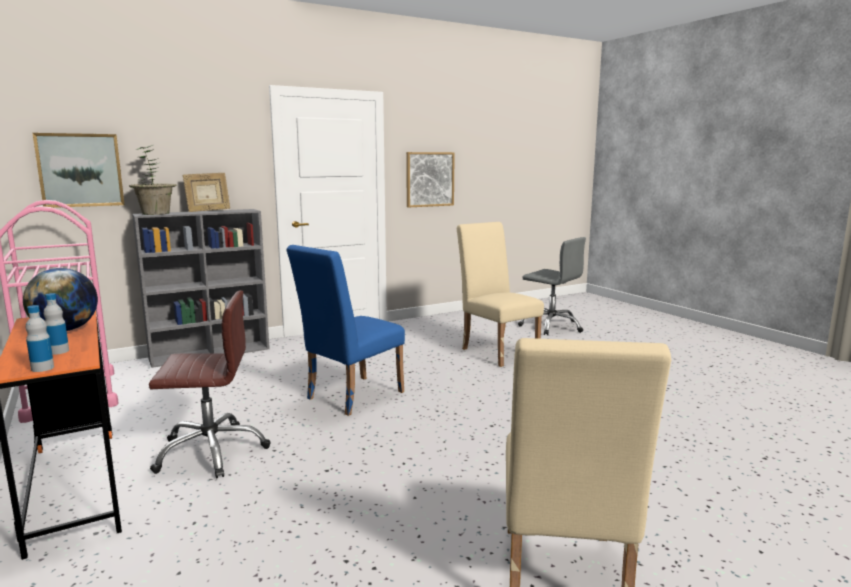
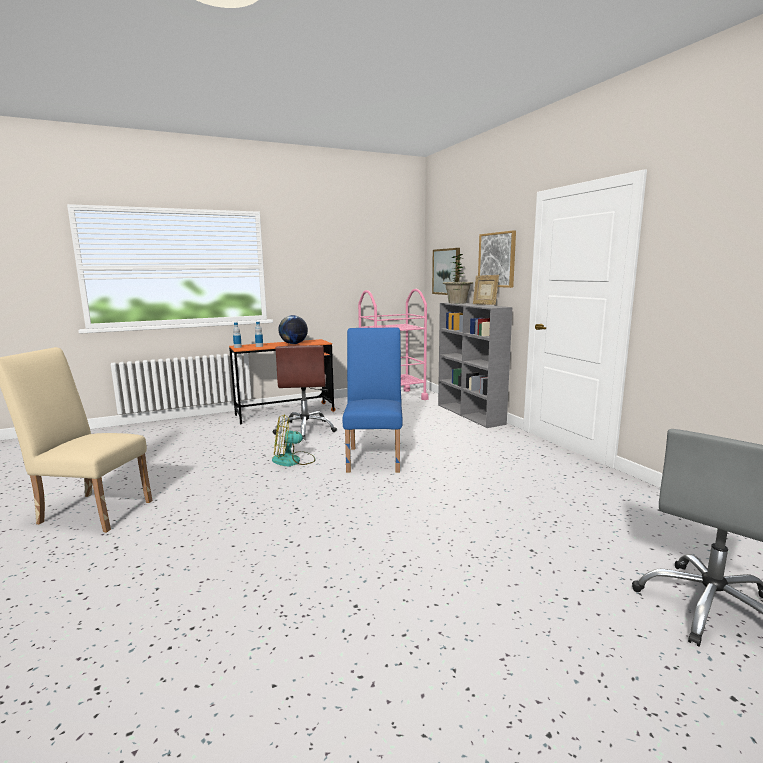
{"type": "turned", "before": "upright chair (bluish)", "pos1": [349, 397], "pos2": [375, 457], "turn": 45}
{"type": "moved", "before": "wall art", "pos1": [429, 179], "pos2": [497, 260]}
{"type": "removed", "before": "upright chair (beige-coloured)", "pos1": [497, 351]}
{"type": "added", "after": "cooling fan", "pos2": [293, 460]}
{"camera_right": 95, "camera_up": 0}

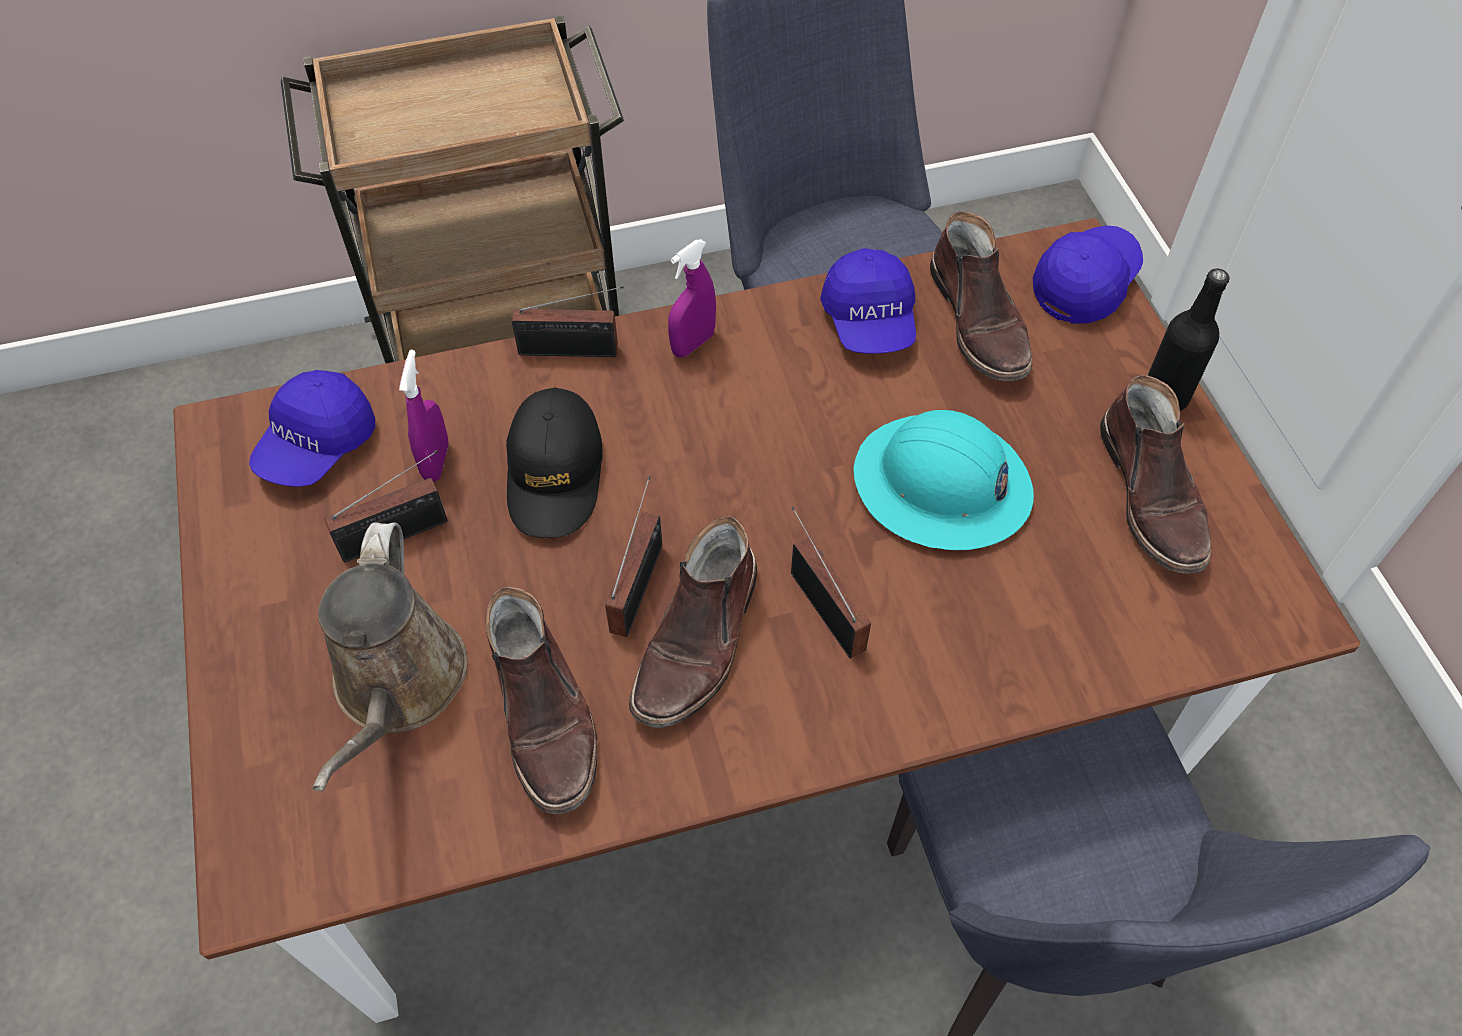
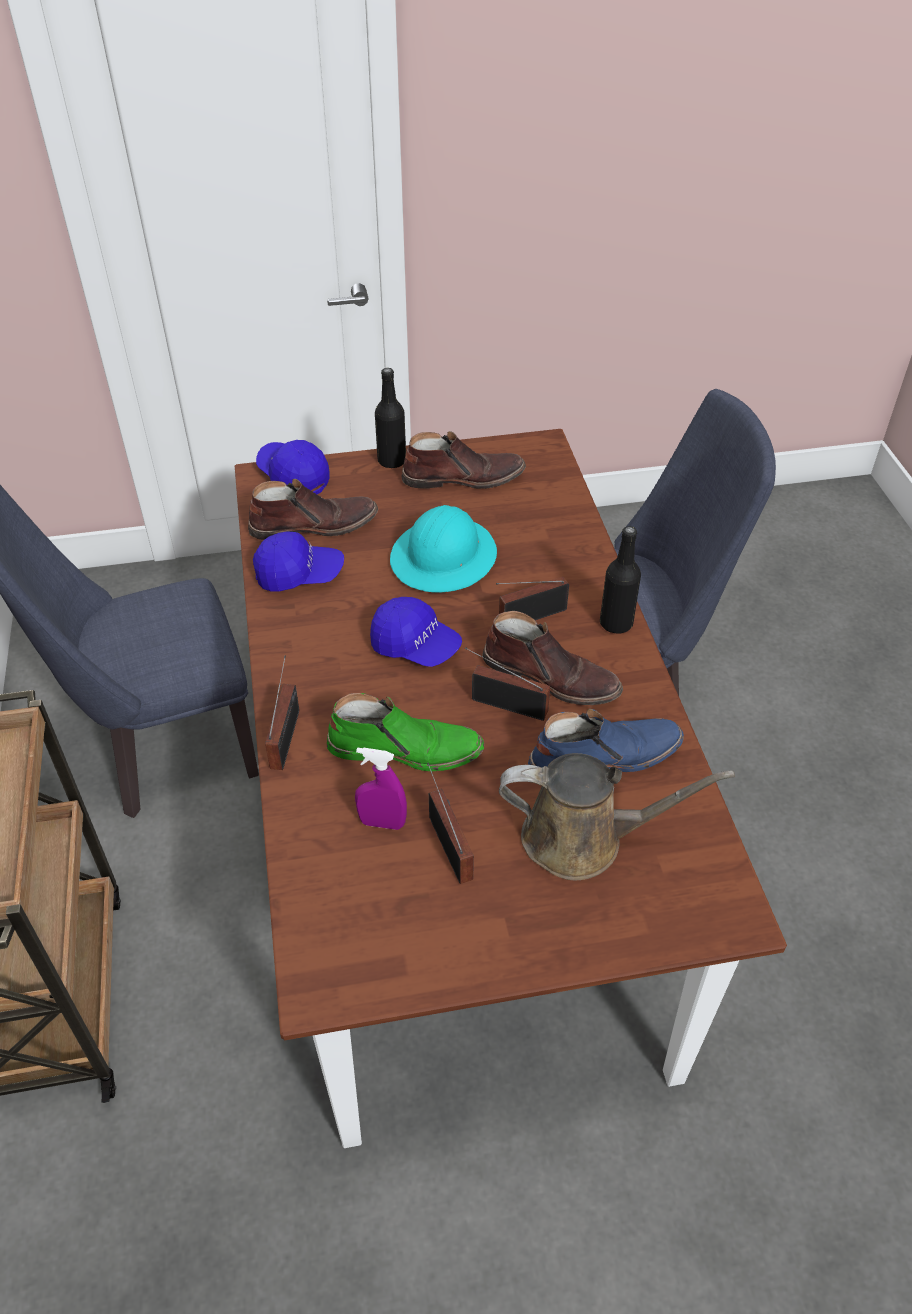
{"type": "moved", "before": "peaked cap (bluish)", "pos1": [317, 445], "pos2": [415, 646]}
{"type": "recoloured", "before": "high-top boot (brown)", "after": "high-top boot (bluish)", "pos1": [545, 713], "pos2": [603, 755]}
{"type": "replaced", "before": "peaked cap (black-coloured)", "after": "high-top boot (greenish)", "pos1": [555, 473], "pos2": [405, 748]}
{"type": "removed", "before": "spray bottle (purplish)", "pos1": [693, 344]}
{"type": "added", "after": "bottle (black-coloured)", "pos2": [616, 623]}
{"camera_right": -85, "camera_up": -10}

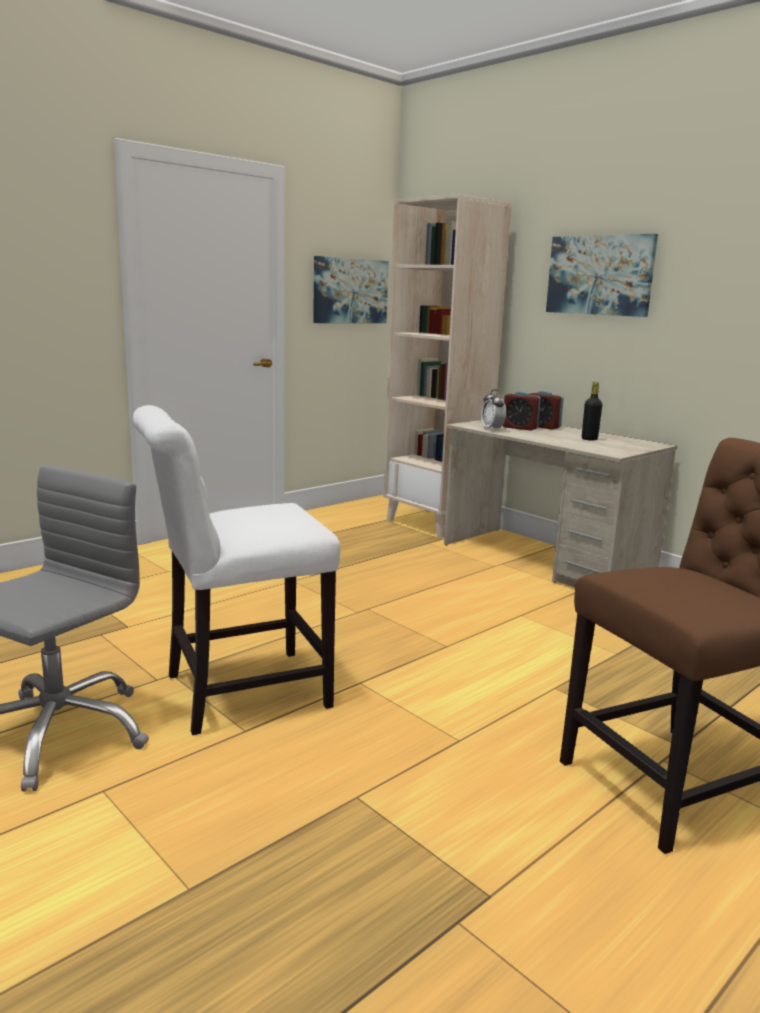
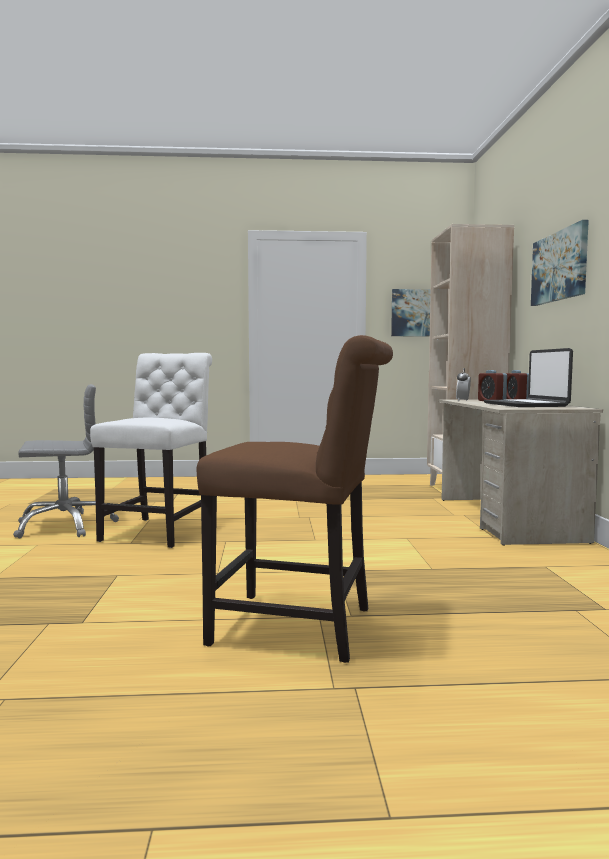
{"type": "turned", "before": "upright chair (white-coloured)", "pos1": [238, 692], "pos2": [160, 531], "turn": 90}
{"type": "replaced", "before": "bottle (black-coloured)", "after": "notebook computer", "pos1": [589, 439], "pos2": [525, 405]}
{"camera_right": 40, "camera_up": -10}

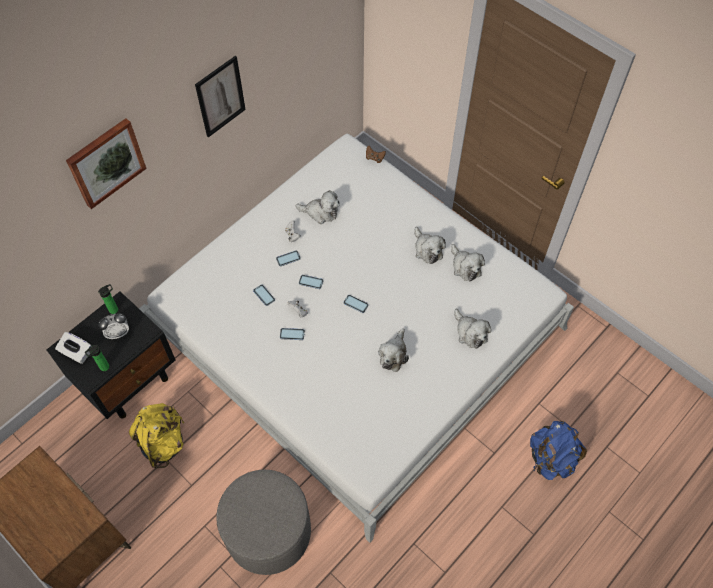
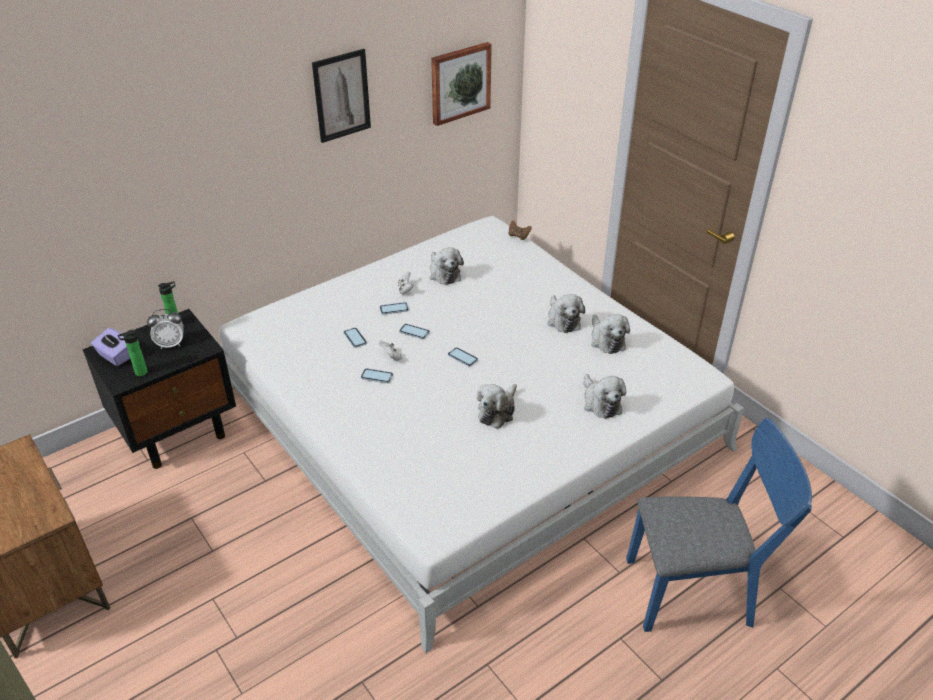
{"type": "recoloured", "before": "box of tissues (white-coloured)", "after": "box of tissues (purplish)", "pos1": [77, 353], "pos2": [115, 356]}
{"type": "moved", "before": "wall art", "pos1": [106, 162], "pos2": [460, 83]}
{"type": "removed", "before": "knapsack (yellow-coloured)", "pos1": [163, 442]}
{"type": "removed", "before": "footrest (gray)", "pos1": [268, 531]}
{"type": "turned", "before": "soft toy", "pos1": [321, 212], "pos2": [444, 273], "turn": 45}
{"type": "replaced", "before": "knapsack (bluish)", "after": "upright chair (bluish)", "pos1": [551, 458], "pos2": [698, 590]}
{"camera_right": 10, "camera_up": -20}

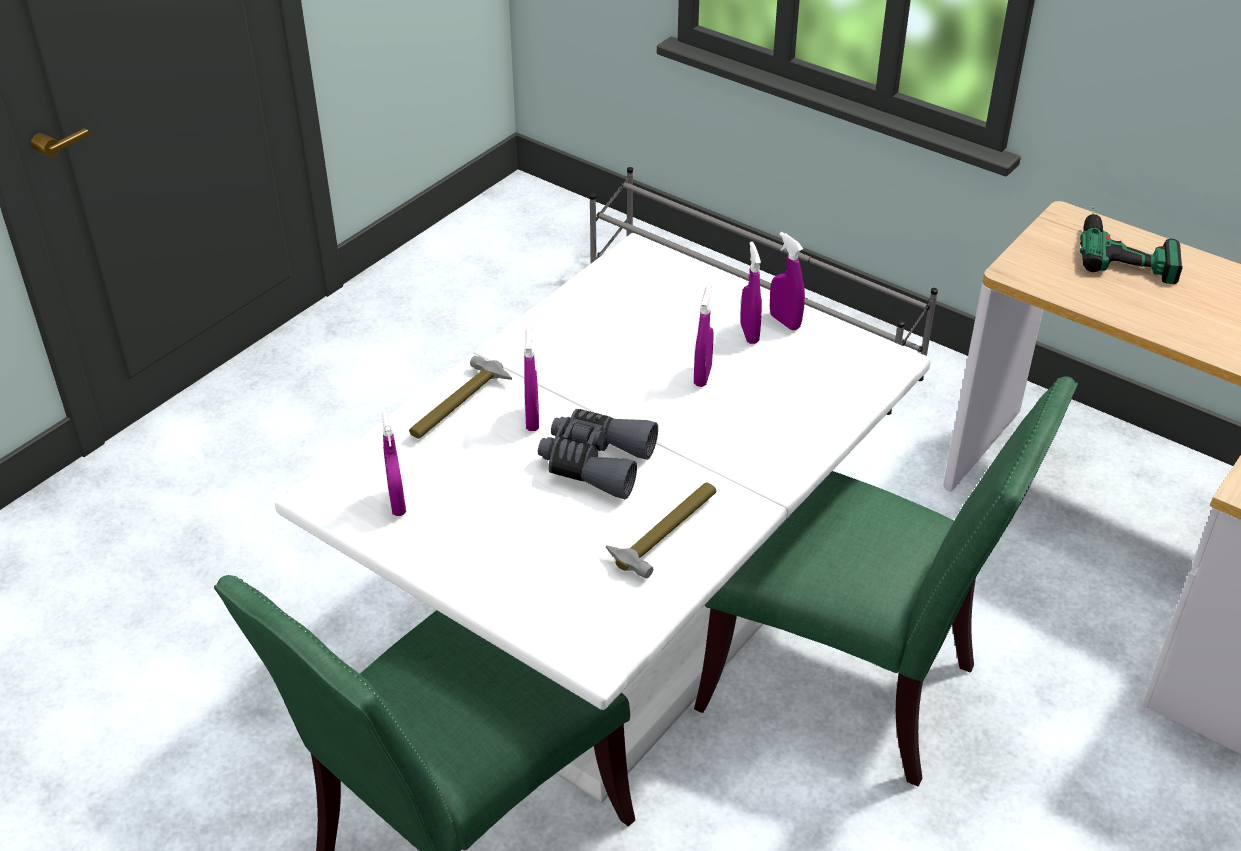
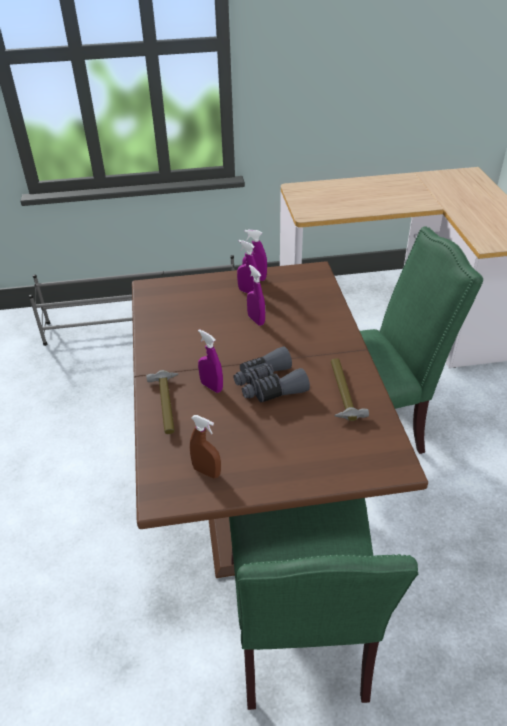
{"type": "recoloured", "before": "kitchen table (white-coloured)", "after": "kitchen table (brown)", "pos1": [620, 647], "pos2": [256, 489]}
{"type": "recoloured", "before": "spray bottle (purplish)", "after": "spray bottle (brown)", "pos1": [397, 503], "pos2": [206, 471]}
{"type": "removed", "before": "drill", "pos1": [1126, 248]}
{"camera_right": -45, "camera_up": 0}

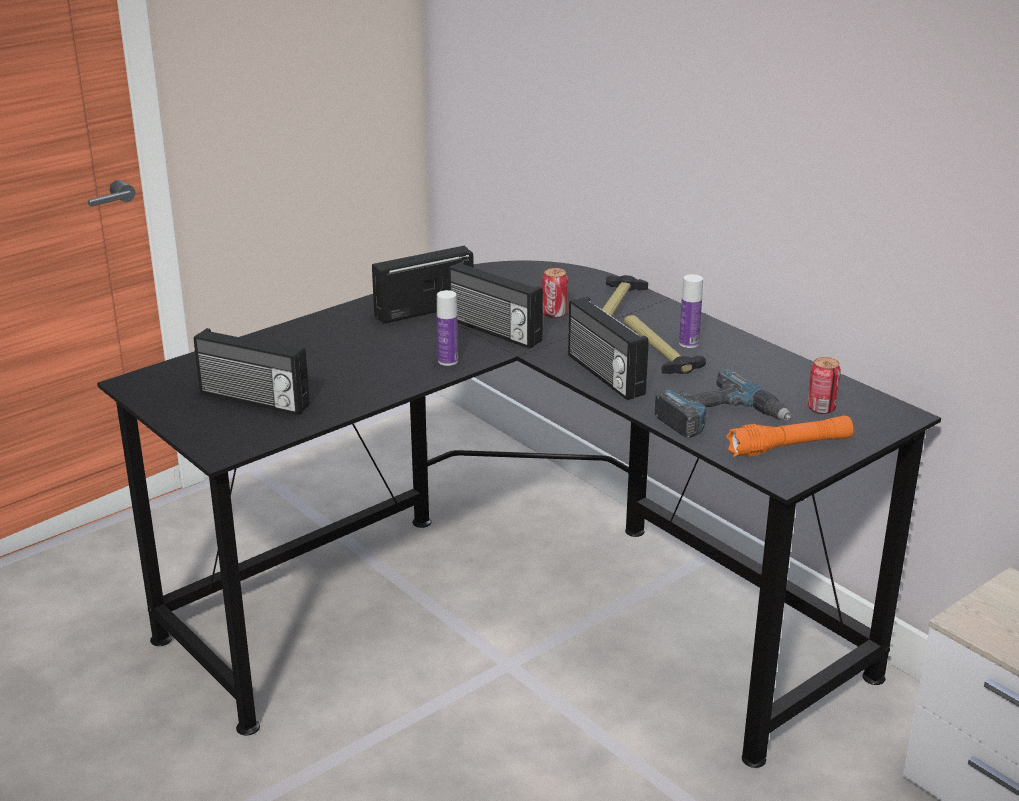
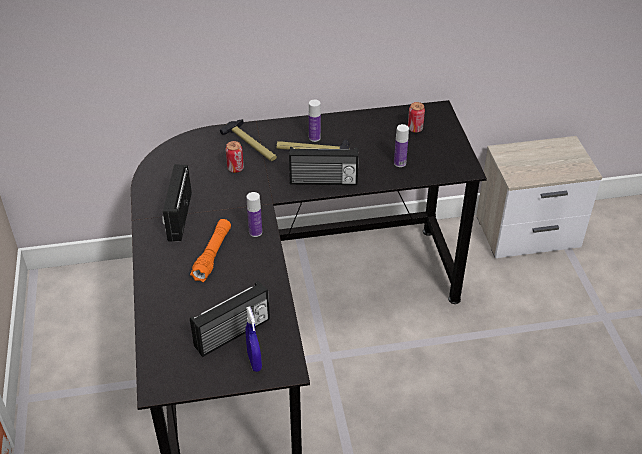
{"type": "removed", "before": "radio receiver", "pos1": [493, 331]}
{"type": "replaced", "before": "drill", "after": "bottle", "pos1": [720, 418], "pos2": [400, 163]}
{"type": "moved", "before": "hand torch (orange)", "pos1": [789, 447], "pos2": [212, 255]}
{"type": "added", "after": "spray bottle (bluish)", "pos2": [254, 361]}
{"camera_right": -60, "camera_up": 15}

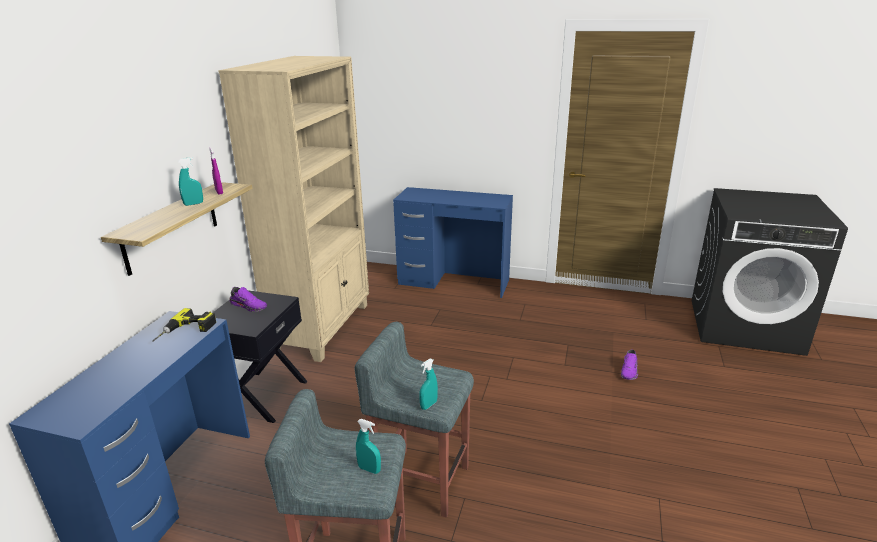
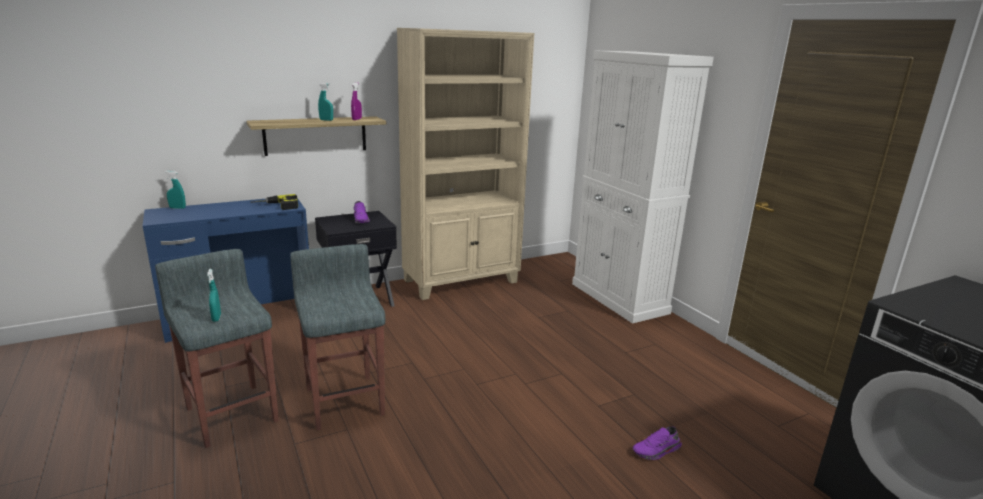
{"type": "replaced", "before": "desk unit (bluish)", "after": "cabinet (white-coloured)", "pos1": [454, 282], "pos2": [619, 298]}
{"type": "moved", "before": "spray bottle (turquoise)", "pos1": [428, 405], "pos2": [177, 208]}
{"camera_right": 45, "camera_up": -5}

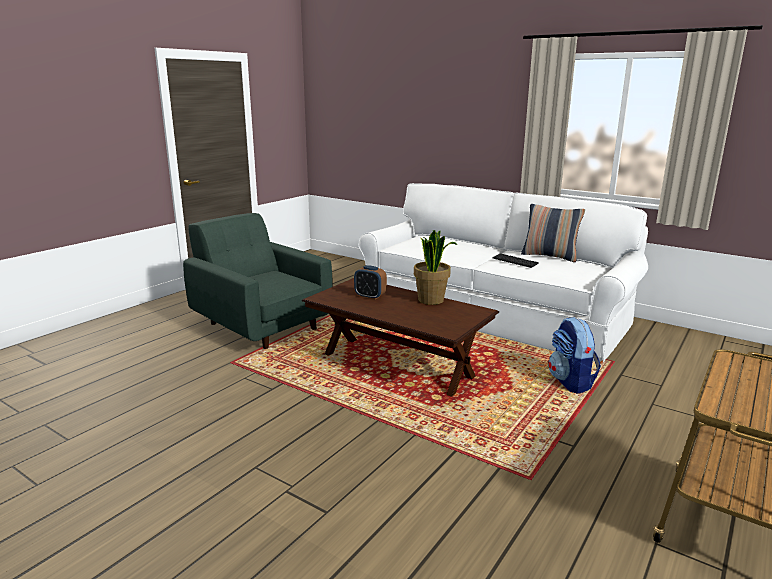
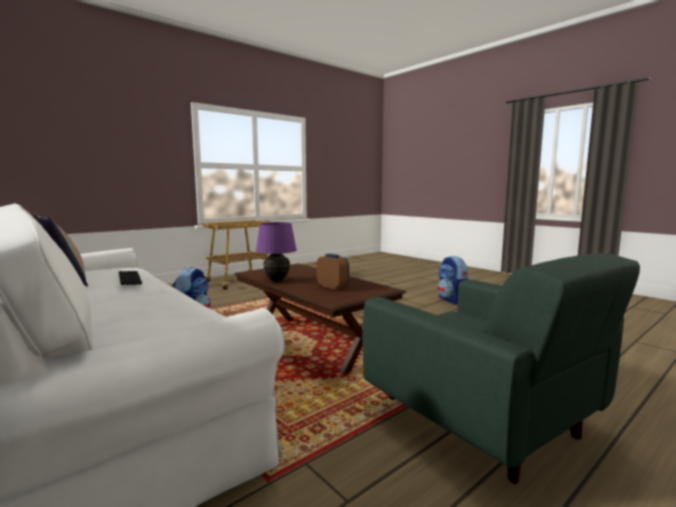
{"type": "replaced", "before": "houseplant", "after": "tabletop lamp (purplish)", "pos1": [431, 300], "pos2": [277, 280]}
{"type": "added", "after": "knapsack", "pos2": [452, 300]}
{"camera_right": -165, "camera_up": -10}

